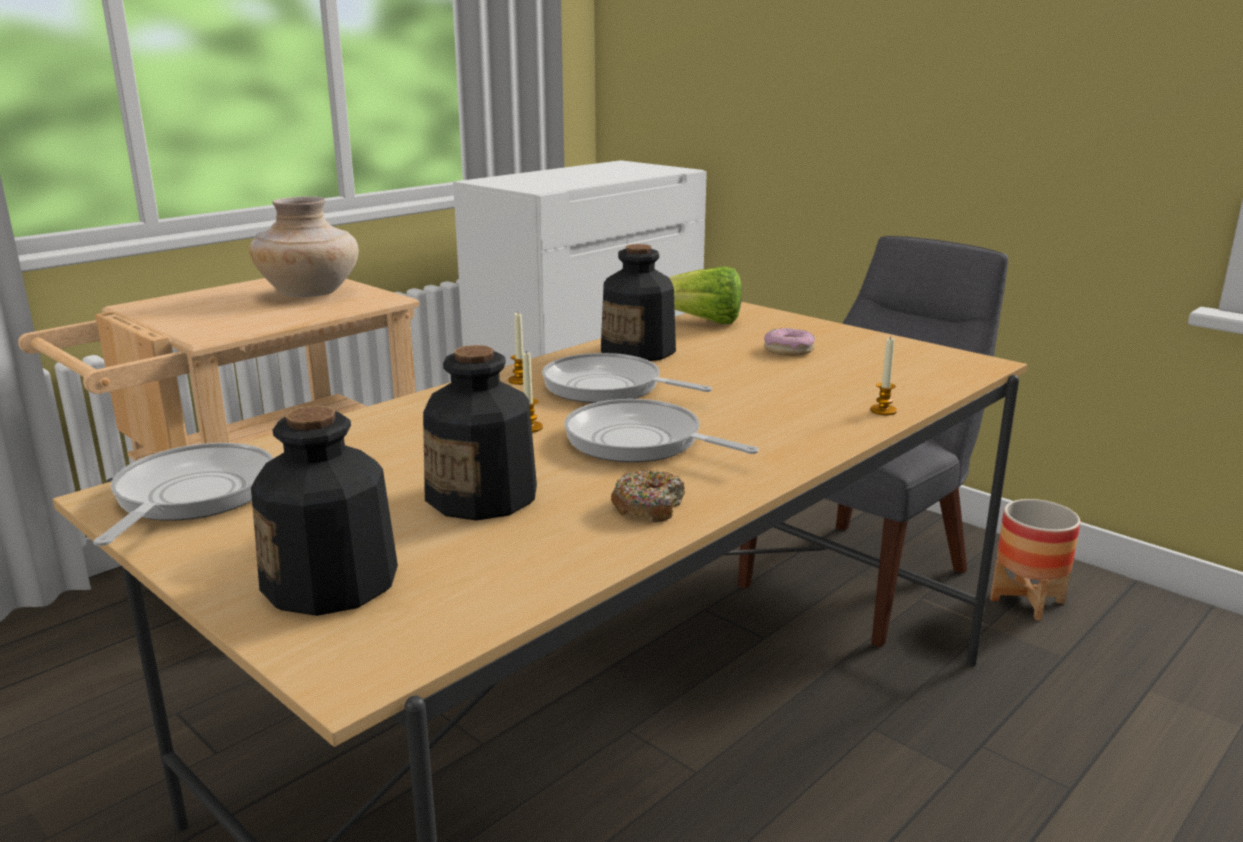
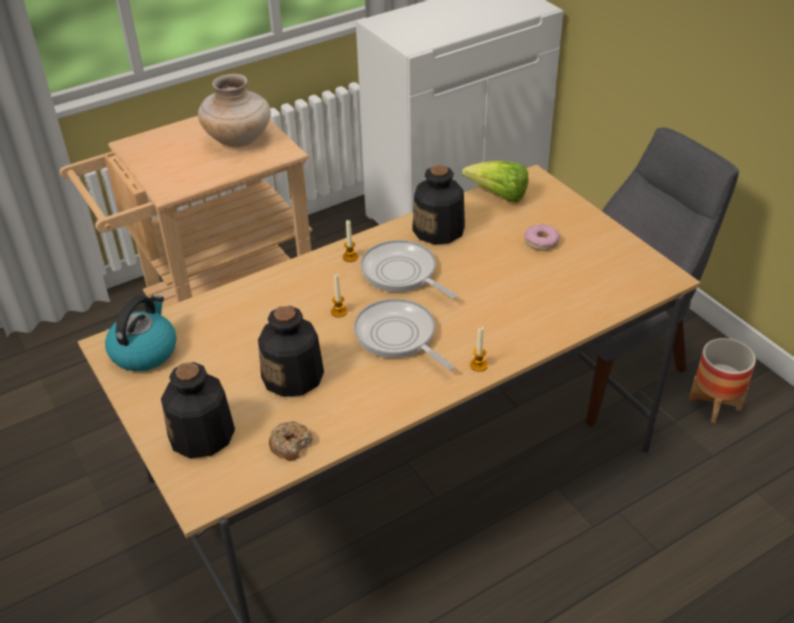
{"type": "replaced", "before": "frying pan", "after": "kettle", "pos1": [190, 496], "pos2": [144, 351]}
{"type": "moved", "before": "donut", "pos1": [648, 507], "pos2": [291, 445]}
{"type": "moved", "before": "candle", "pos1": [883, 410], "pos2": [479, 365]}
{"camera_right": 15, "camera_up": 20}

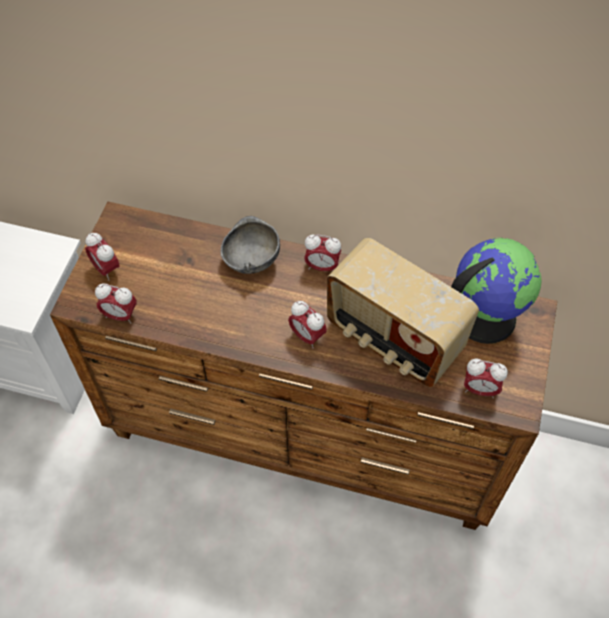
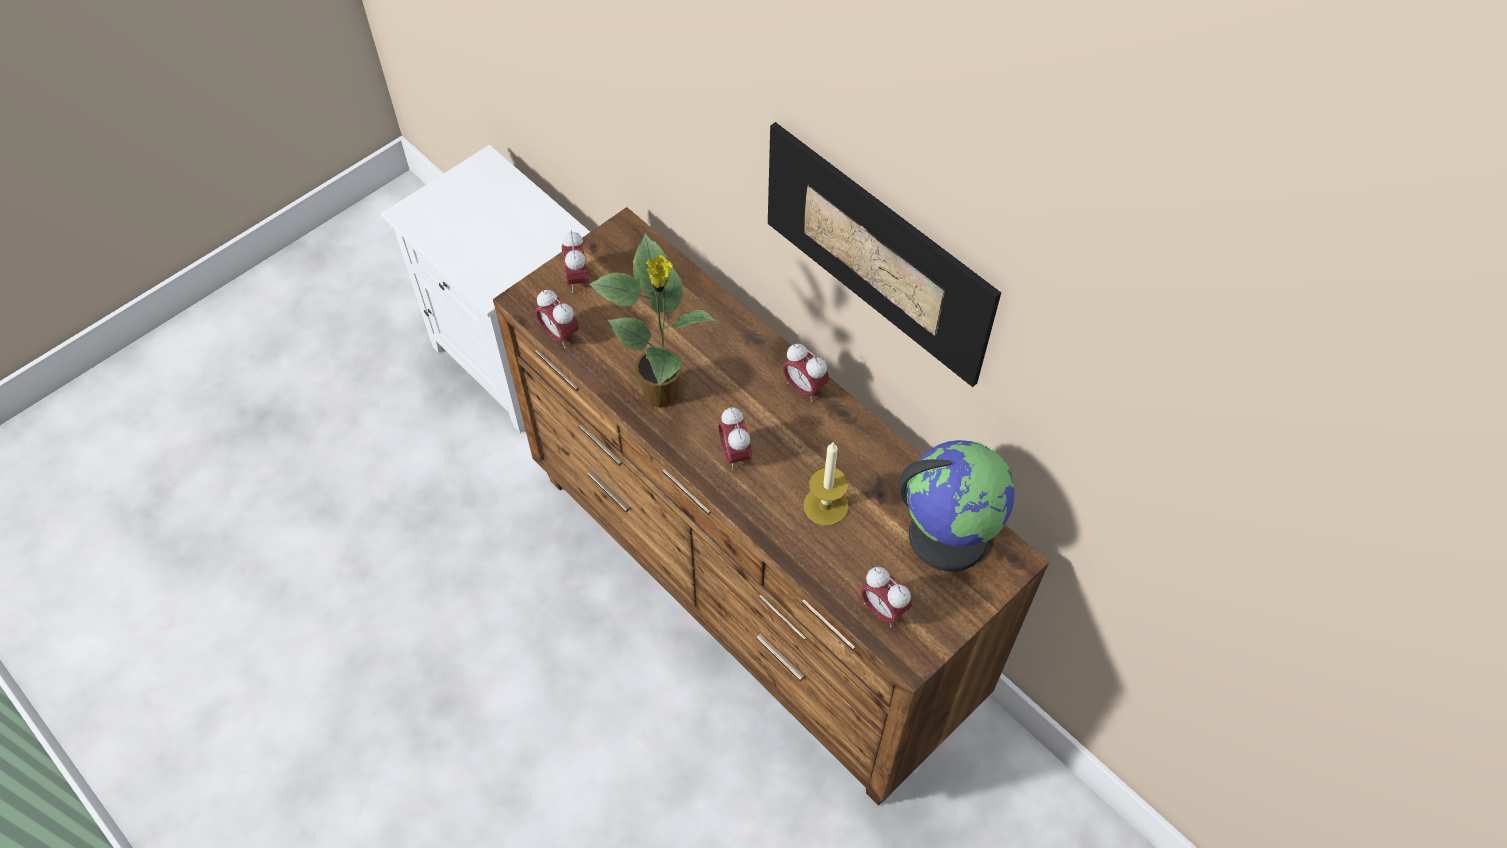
{"type": "removed", "before": "deep dish (gray)", "pos1": [250, 260]}
{"type": "replaced", "before": "radio receiver", "after": "candle", "pos1": [393, 339], "pos2": [826, 505]}
{"type": "added", "after": "houseplant", "pos2": [663, 394]}
{"type": "added", "after": "wall art", "pos2": [876, 253]}
{"camera_right": 30, "camera_up": 0}

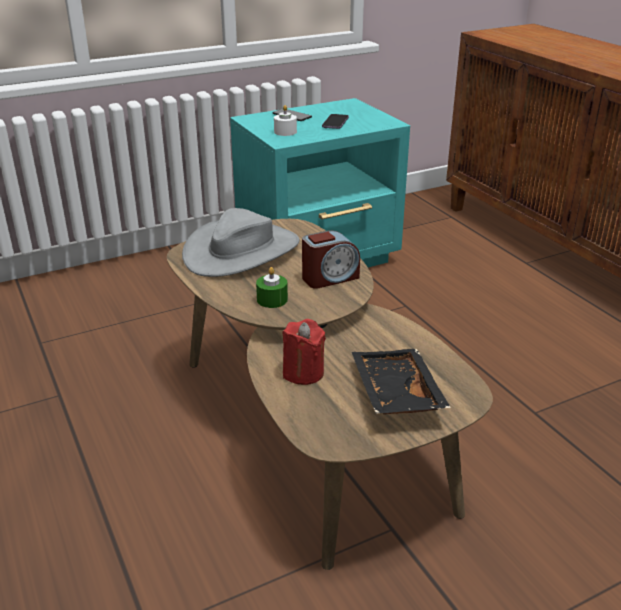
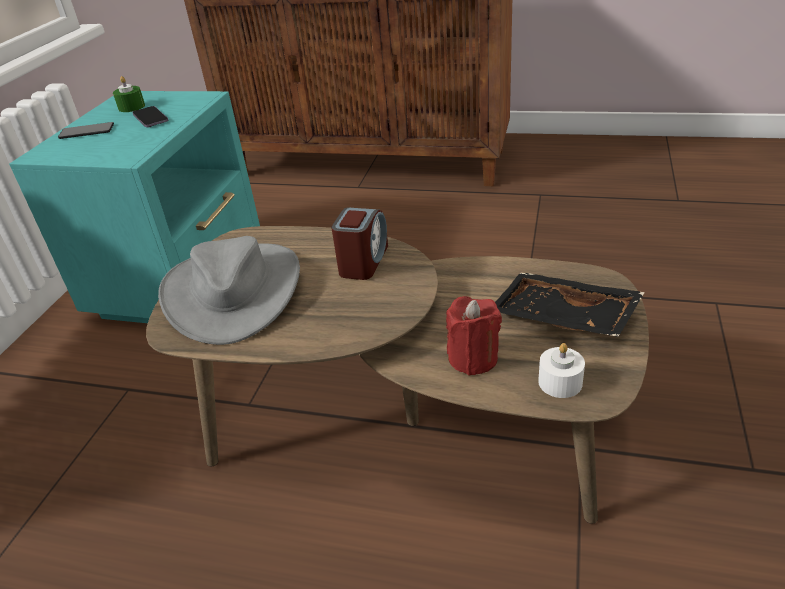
{"type": "moved", "before": "candle (greenish)", "pos1": [272, 299], "pos2": [131, 107]}
{"type": "moved", "before": "candle (white-coloured)", "pos1": [285, 132], "pos2": [560, 382]}
{"camera_right": -45, "camera_up": 5}

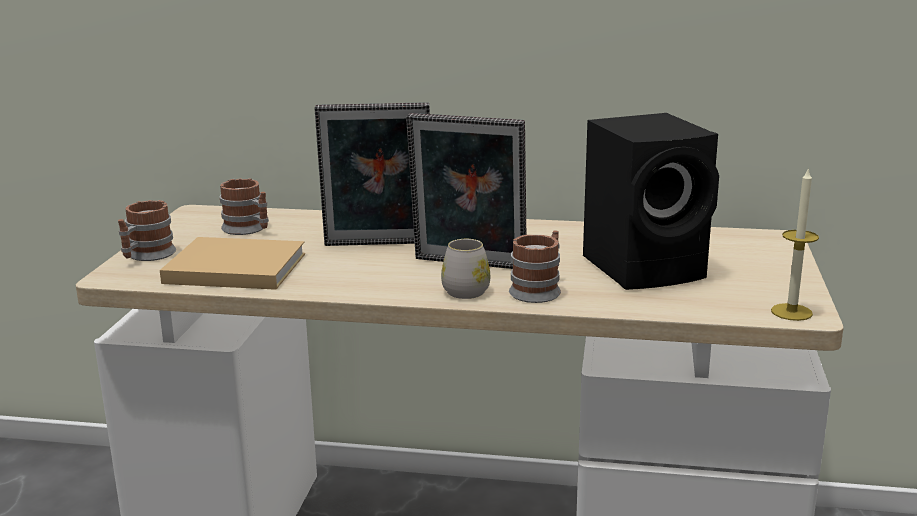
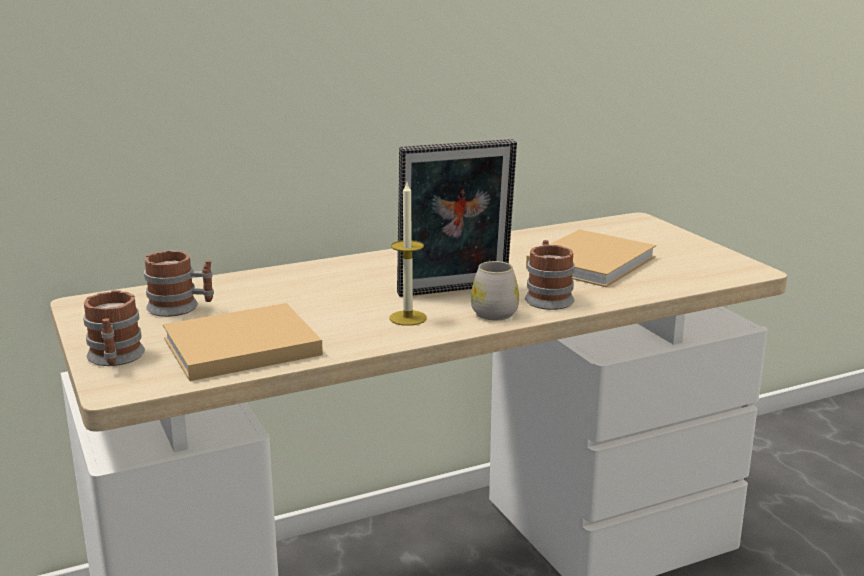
{"type": "removed", "before": "picture frame", "pos1": [378, 245]}
{"type": "replaced", "before": "audio speaker (black-coloured)", "after": "bound book (beige-coloured)", "pos1": [647, 268], "pos2": [593, 261]}
{"type": "moved", "before": "candle", "pos1": [791, 312], "pos2": [408, 318]}
{"camera_right": -35, "camera_up": 0}

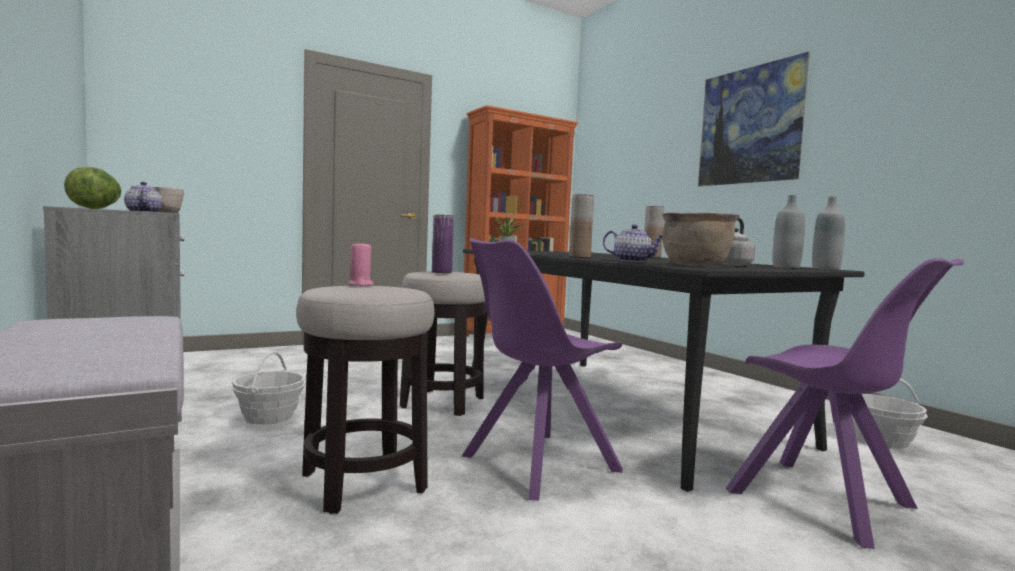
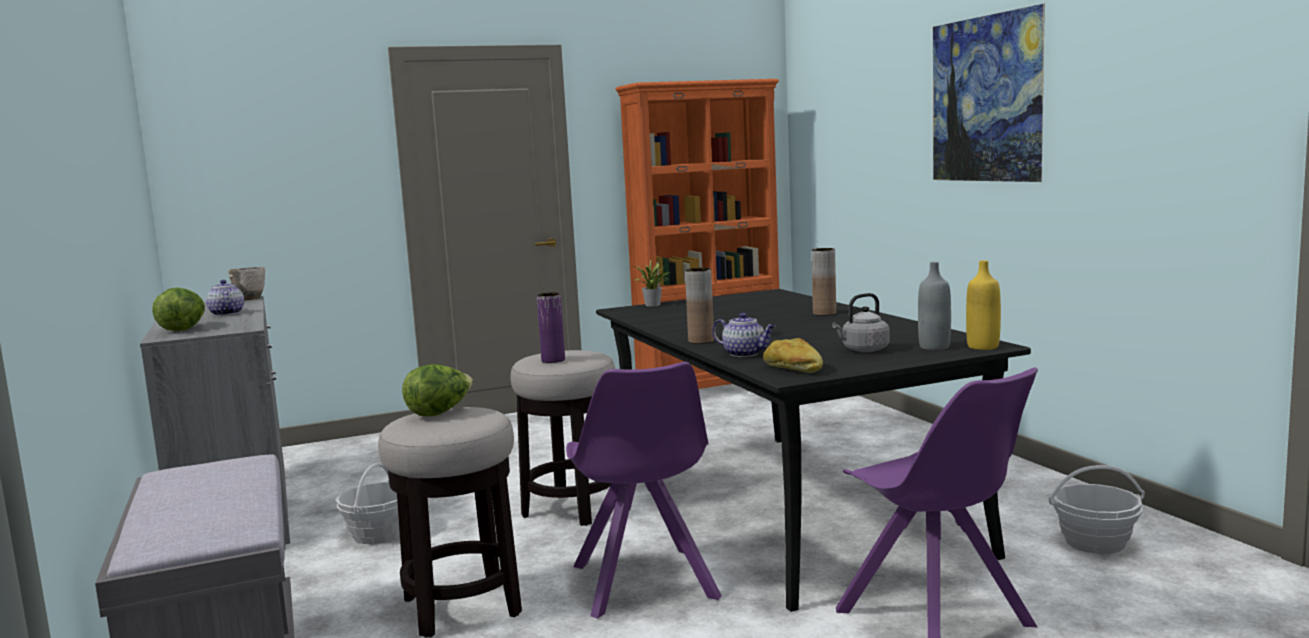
{"type": "replaced", "before": "candle (pink-coloured)", "after": "lettuce head", "pos1": [360, 284], "pos2": [440, 412]}
{"type": "turned", "before": "upright chair (purplish)", "pos1": [536, 464], "pos2": [645, 584], "turn": -75}
{"type": "replaced", "before": "stockpot (brown)", "after": "bakery bread", "pos1": [696, 266], "pos2": [792, 369]}
{"type": "recoloured", "before": "bottle (gray)", "after": "bottle (yellow-coloured)", "pos1": [825, 269], "pos2": [983, 347]}
{"camera_right": 10, "camera_up": 5}

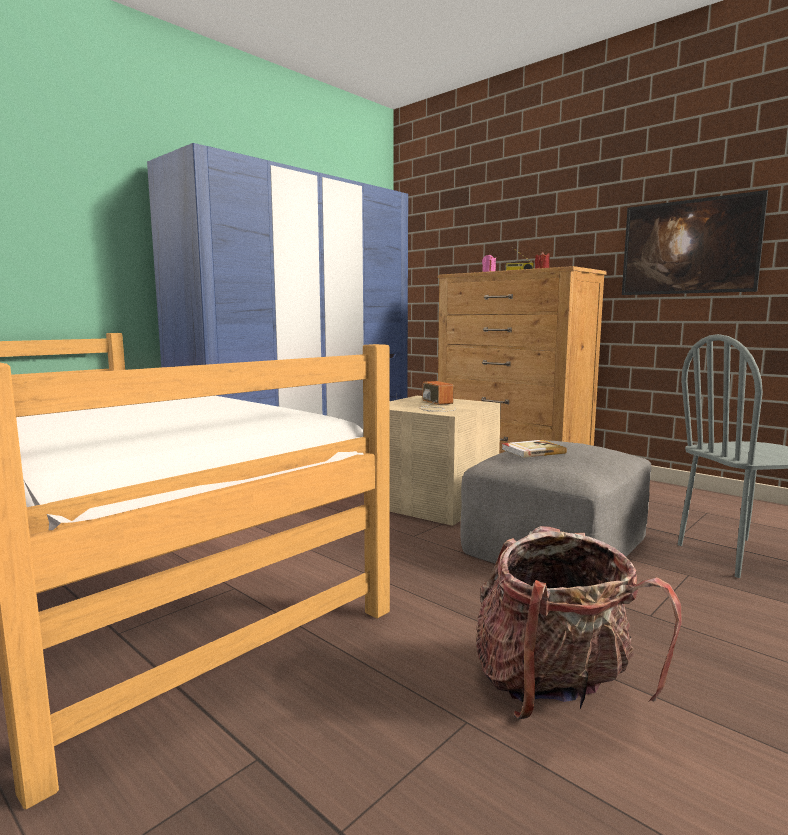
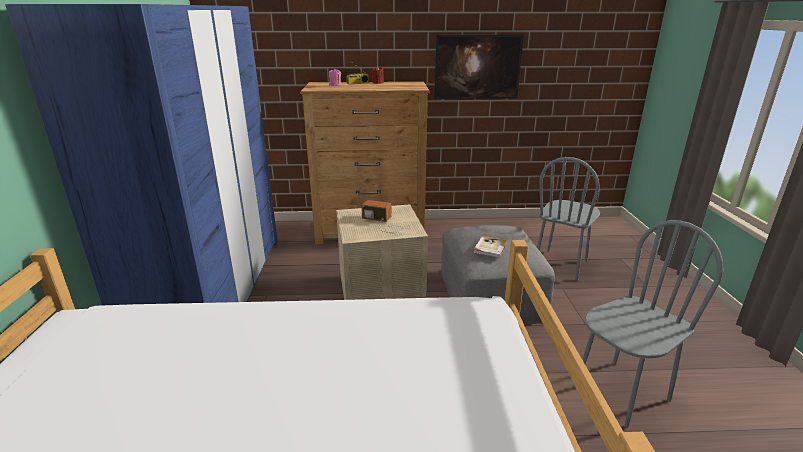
{"type": "replaced", "before": "knapsack", "after": "upright chair (gray)", "pos1": [554, 691], "pos2": [620, 392]}
{"camera_right": -45, "camera_up": 15}

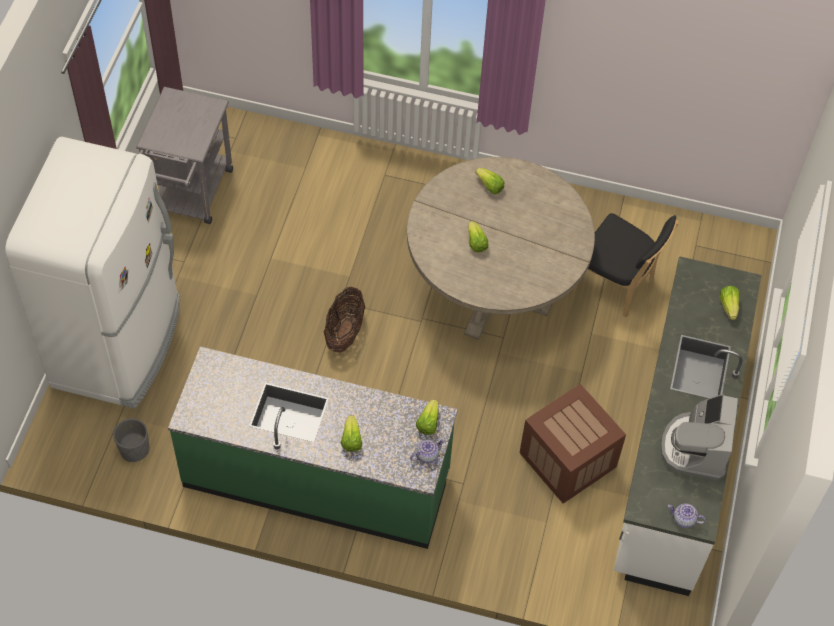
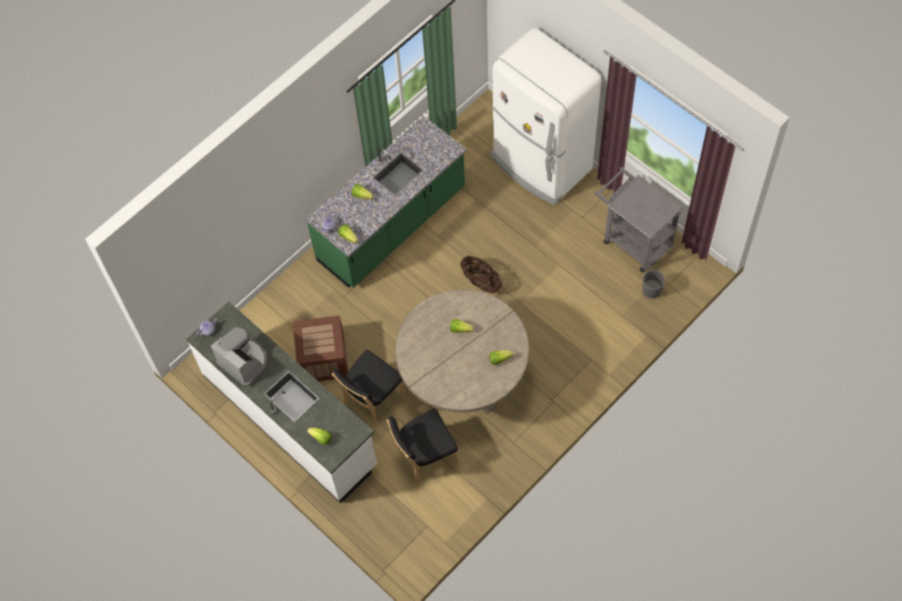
{"type": "moved", "before": "planter (gray)", "pos1": [134, 449], "pos2": [651, 290]}
{"type": "added", "after": "upright chair (black-coloured)", "pos2": [371, 399]}
{"camera_right": 125, "camera_up": 5}

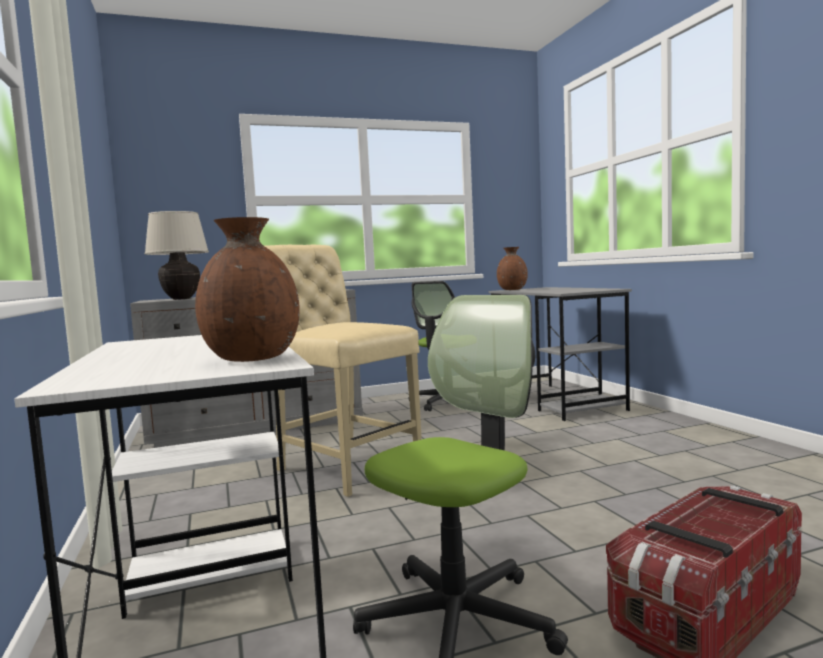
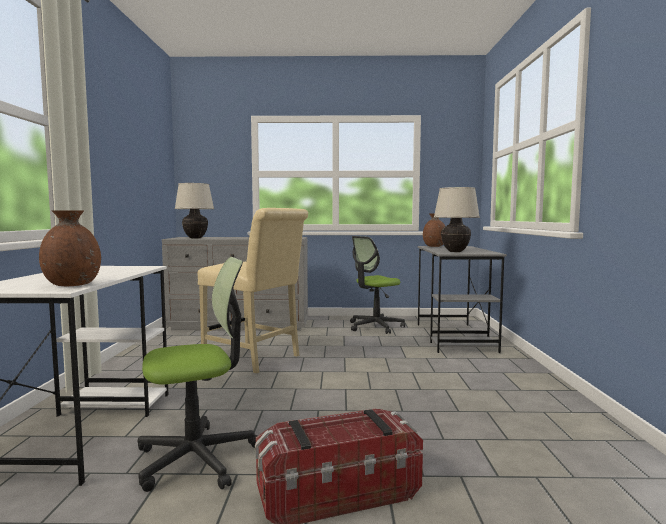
{"type": "turned", "before": "upright chair (beige-coloured)", "pos1": [344, 466], "pos2": [255, 358], "turn": 150}
{"type": "added", "after": "tabletop lamp (beige-coloured)", "pos2": [455, 251]}
{"camera_right": 20, "camera_up": 0}

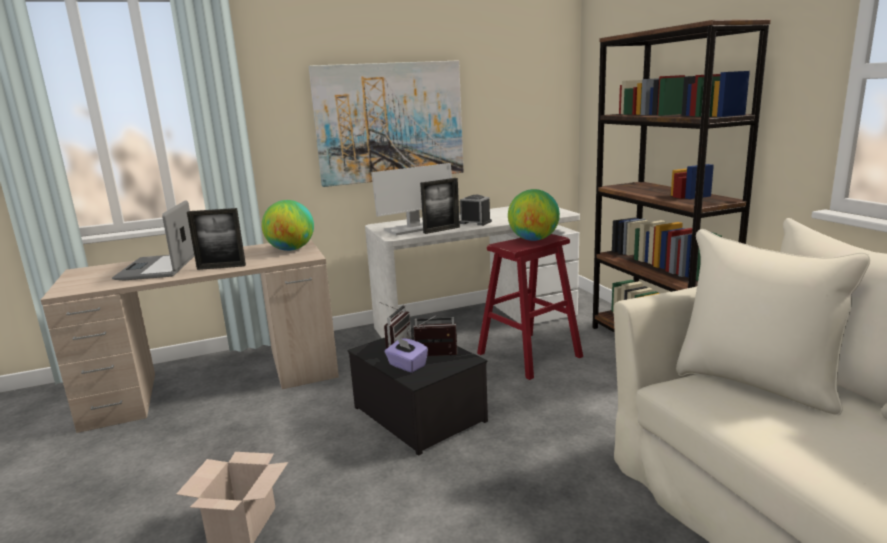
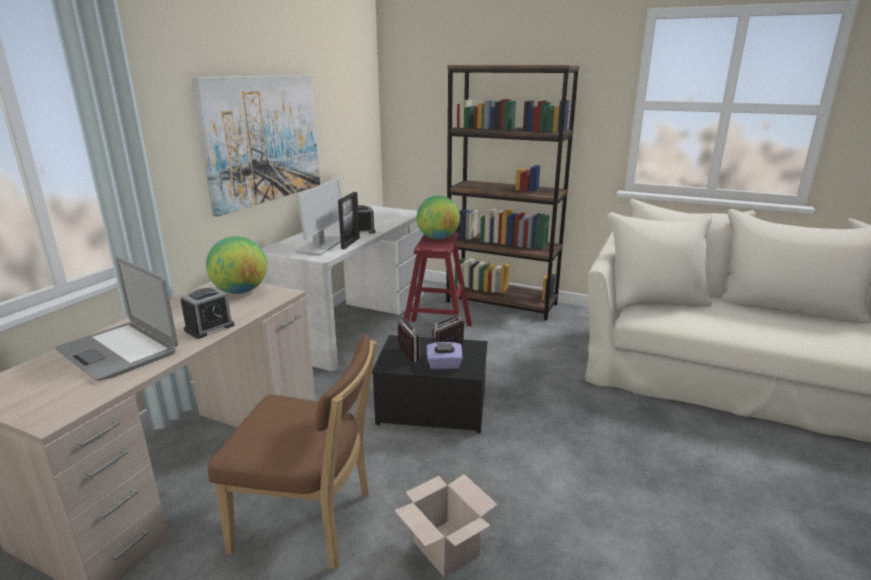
{"type": "replaced", "before": "picture frame", "after": "bedside clock", "pos1": [221, 267], "pos2": [209, 328]}
{"type": "added", "after": "upright chair (brown)", "pos2": [310, 523]}
{"camera_right": -45, "camera_up": 5}

